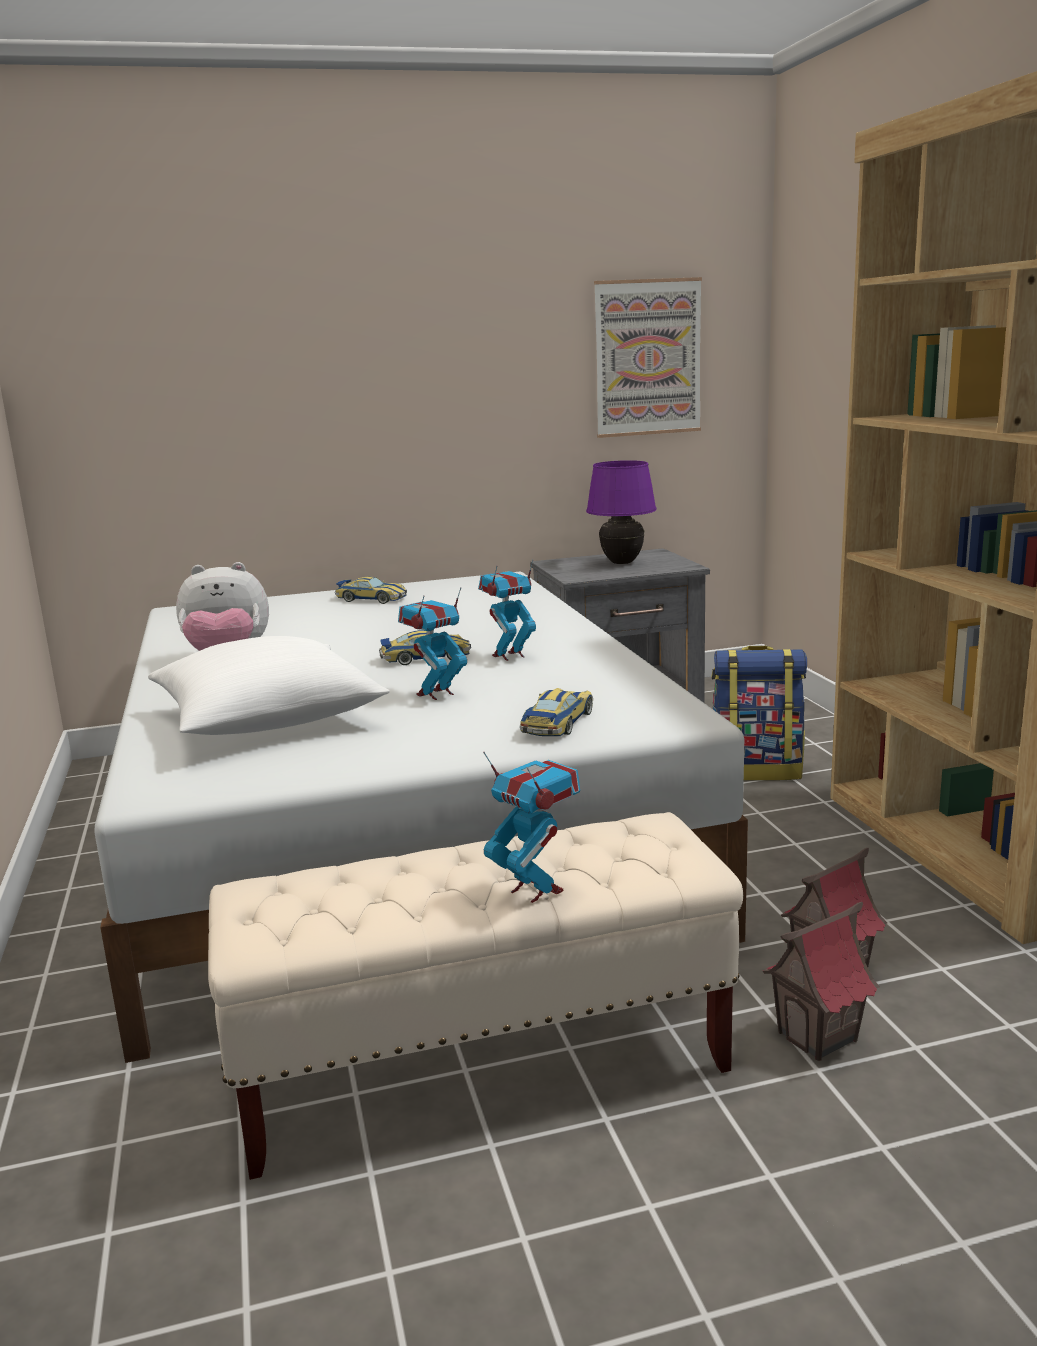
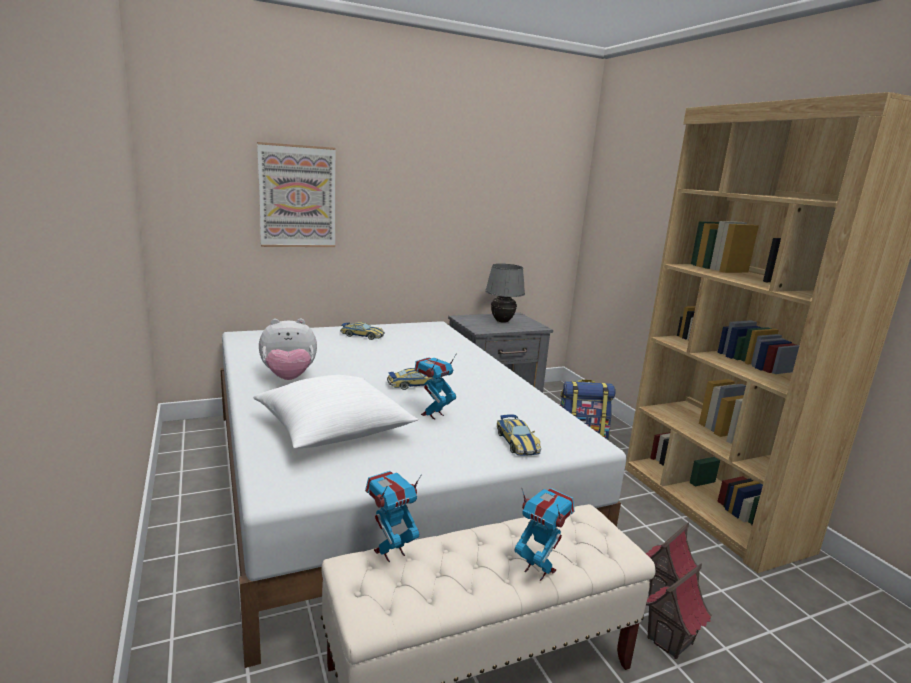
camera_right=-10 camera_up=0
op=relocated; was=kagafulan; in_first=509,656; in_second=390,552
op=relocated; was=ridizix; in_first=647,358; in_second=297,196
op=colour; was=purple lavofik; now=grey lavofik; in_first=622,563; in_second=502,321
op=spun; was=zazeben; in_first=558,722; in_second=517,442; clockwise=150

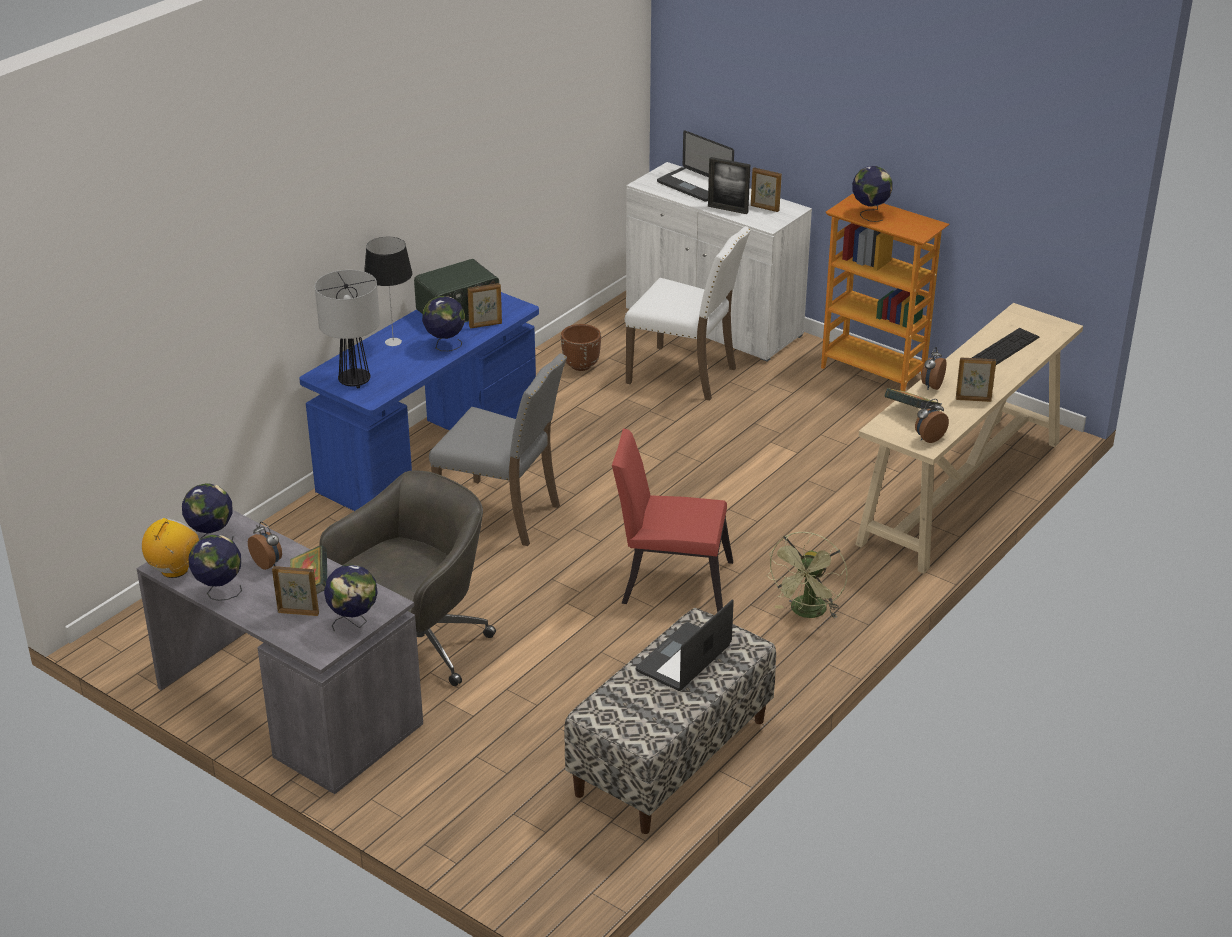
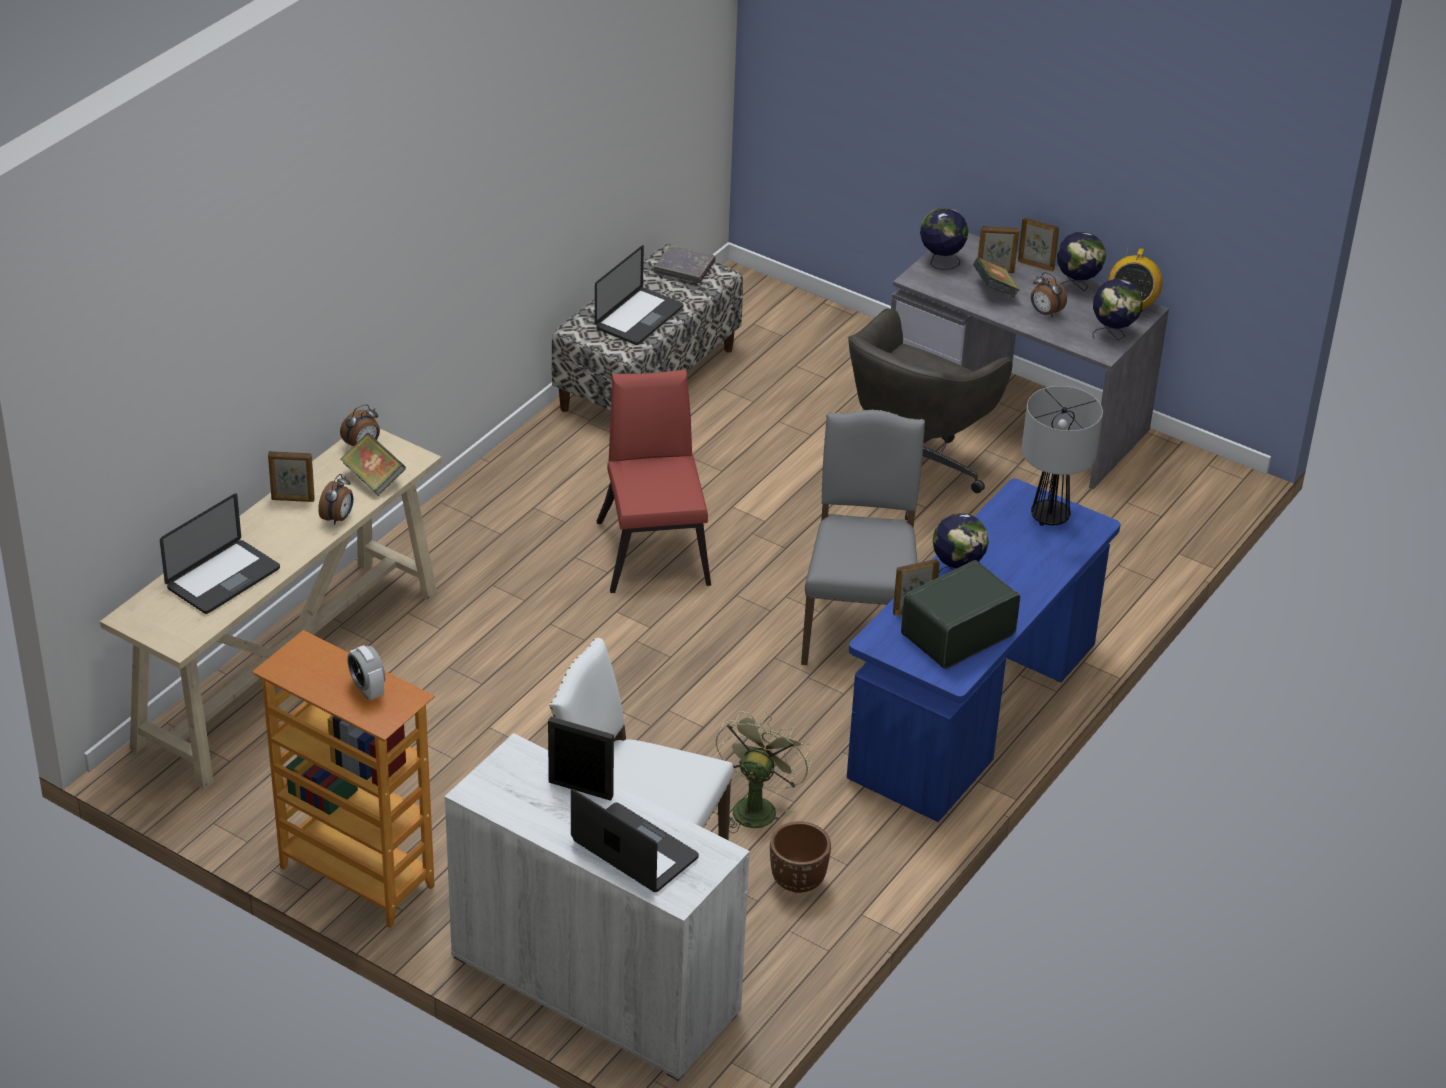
camera_right=175 camera_up=5
op=missing; was=lavofik; in_first=392,342
op=appeared; now=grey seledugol; in_second=684,268
op=relocated; was=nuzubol; in_first=764,208; in_second=1036,265
op=relocated; was=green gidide; in_first=807,613; in_second=756,806
op=exchanged; was=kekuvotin; now=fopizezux; in_first=870,214; in_second=367,689
op=exchanged; was=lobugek; now=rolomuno; in_first=1005,348; in_second=223,578
op=spun; was=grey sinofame; in_first=502,514; in_second=859,627; clockwise=75
op=spun; was=red sinofame; in_first=669,581; in_second=654,547; clockwise=-105

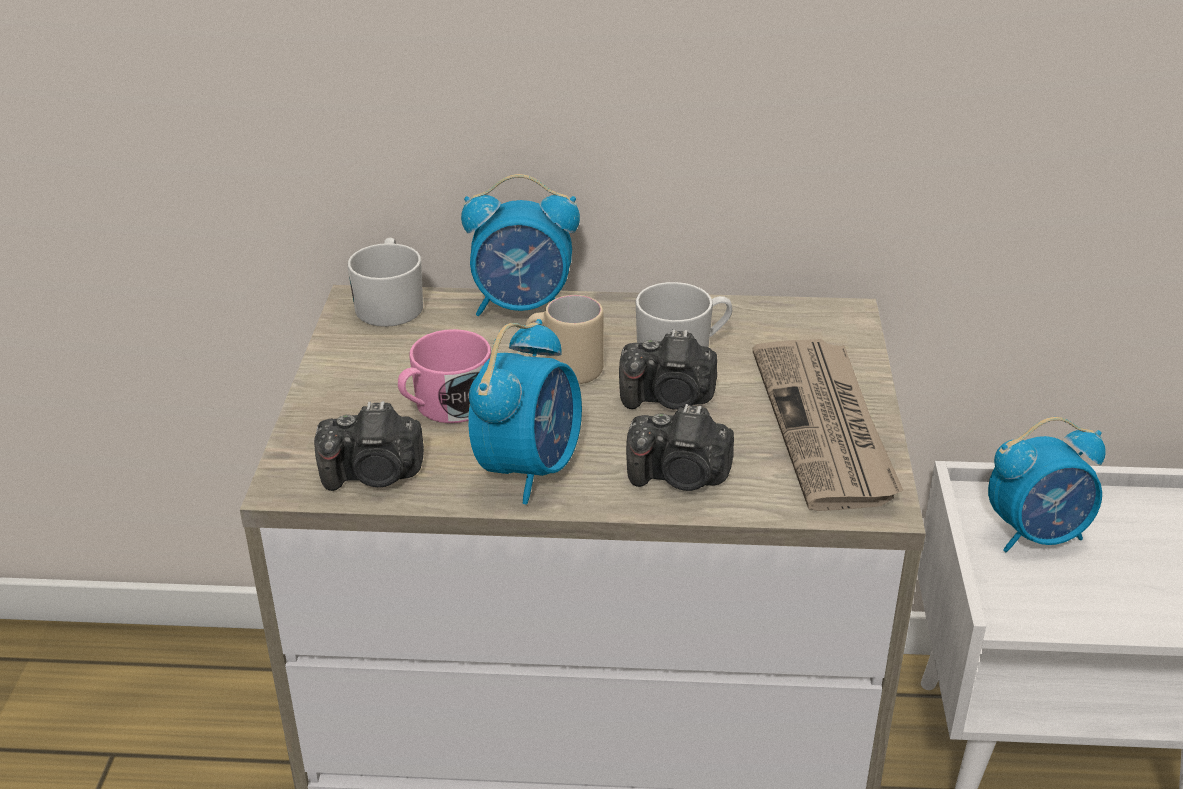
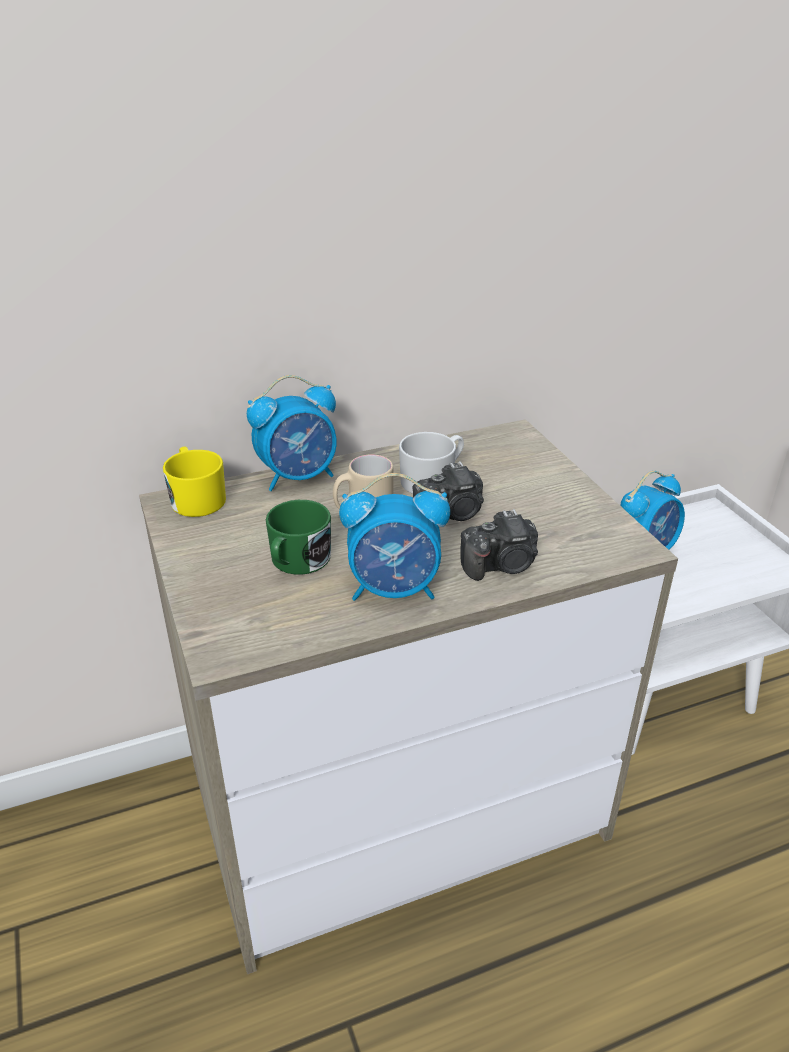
camera_right=-25 camera_up=0
op=missing; was=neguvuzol; in_first=374,475
op=missing; was=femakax; in_first=826,427
op=colour; was=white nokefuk; now=yellow nokefuk; in_first=390,304; in_second=196,498
op=colour; was=pink nokefuk; now=green nokefuk; in_first=445,406; in_second=297,561
op=spun; was=fopizezux; in_first=530,468; in_second=395,589; clockwise=90

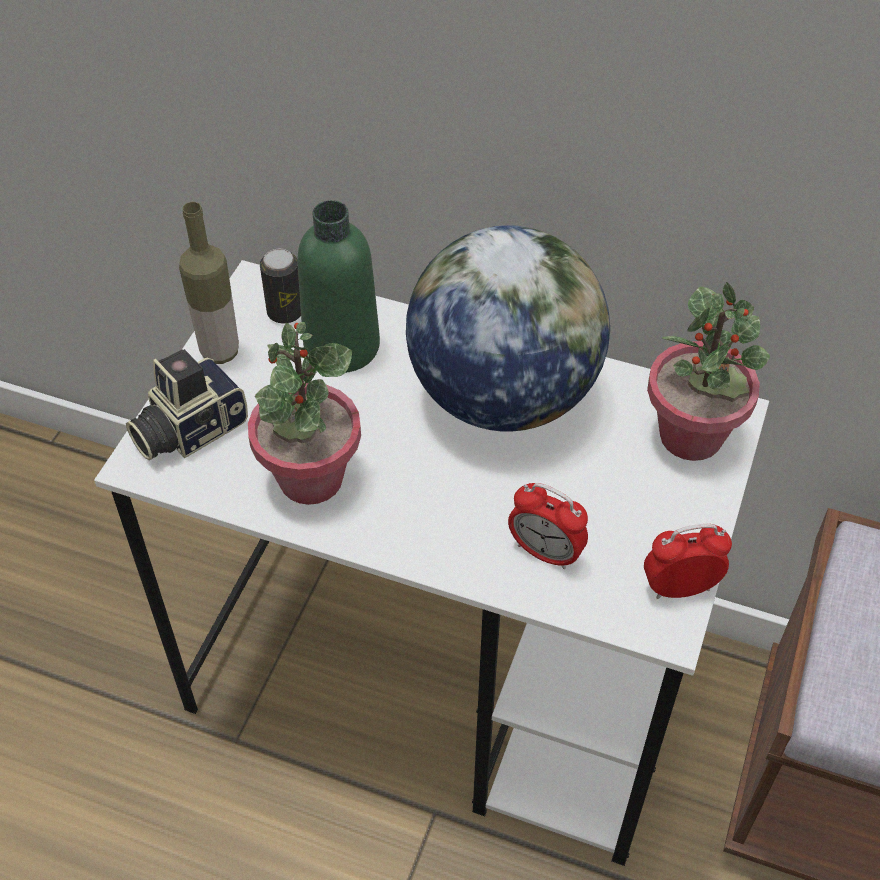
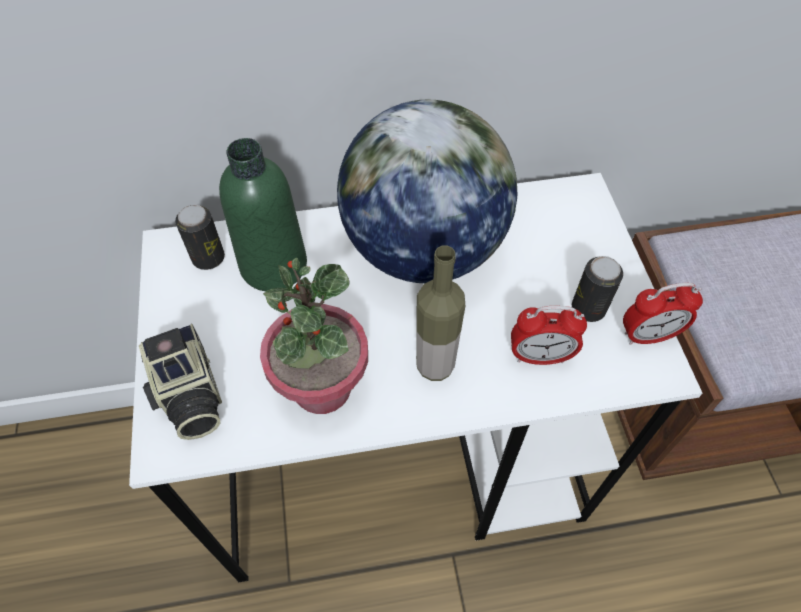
camera_right=-30 camera_up=5
op=missing; was=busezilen; in_first=691,436
op=appeared; now=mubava; in_second=588,309
op=relocated; was=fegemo; in_first=220,351; in_second=435,366
op=spun; was=neguvuzol; in_first=188,429; in_second=188,396; clockwise=-45
op=spun; was=fopizezux; in_first=680,588; in_second=648,336; clockwise=-150

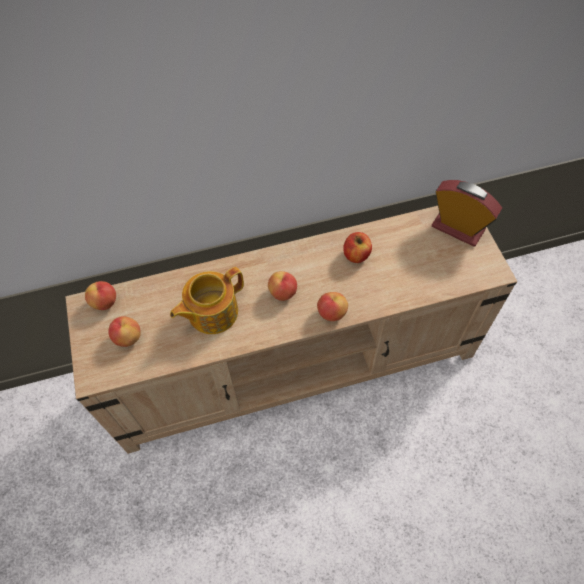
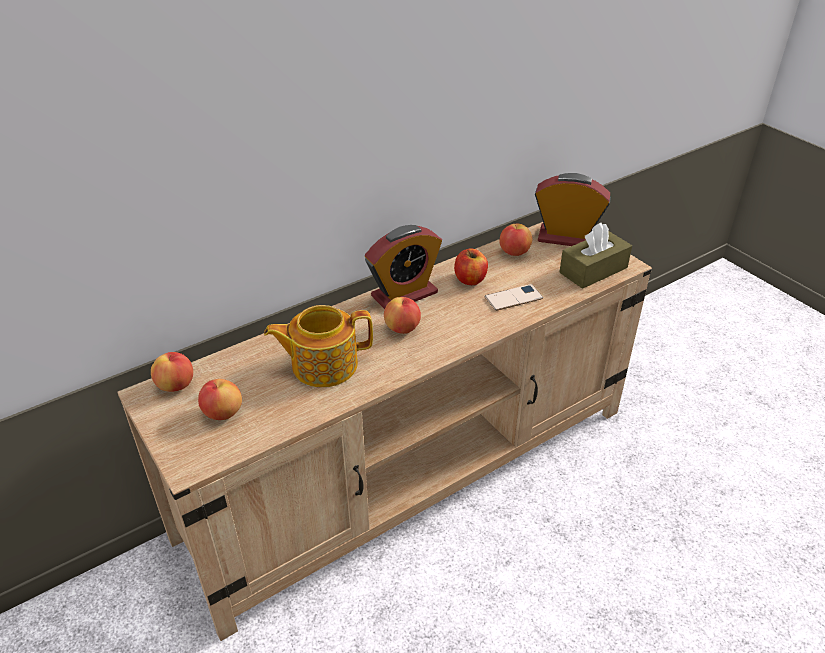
camera_right=-20 camera_up=-20
op=appeared; now=fopizezux; in_second=404,294
op=appeared; now=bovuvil; in_second=513,298
op=appeared; now=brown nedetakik; in_second=593,270
op=relocated; was=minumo; in_first=331,313; in_second=514,252
op=spun; was=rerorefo; in_first=211,312; in_second=323,364; clockwise=45

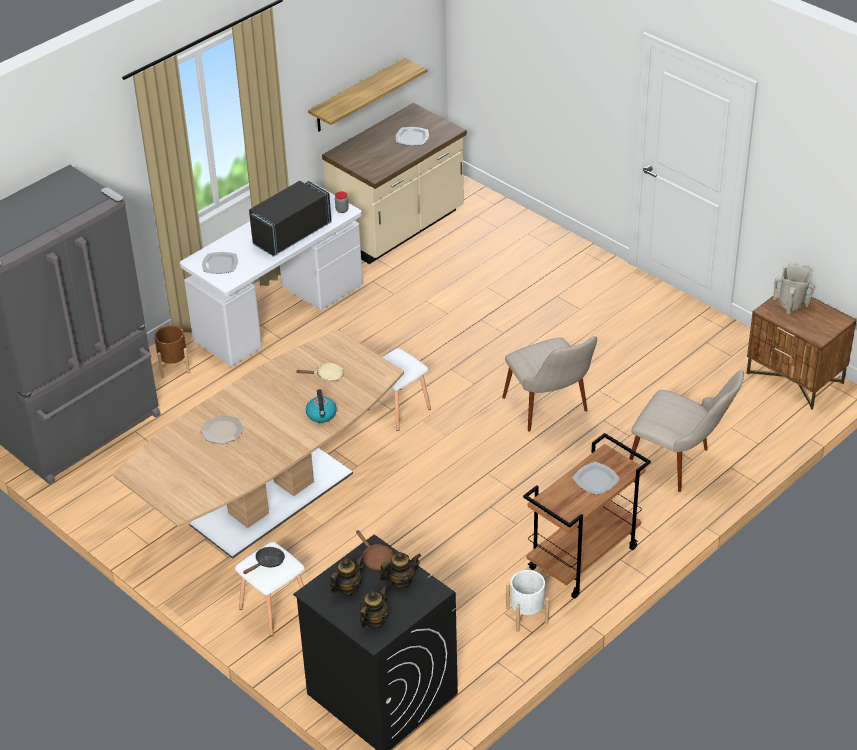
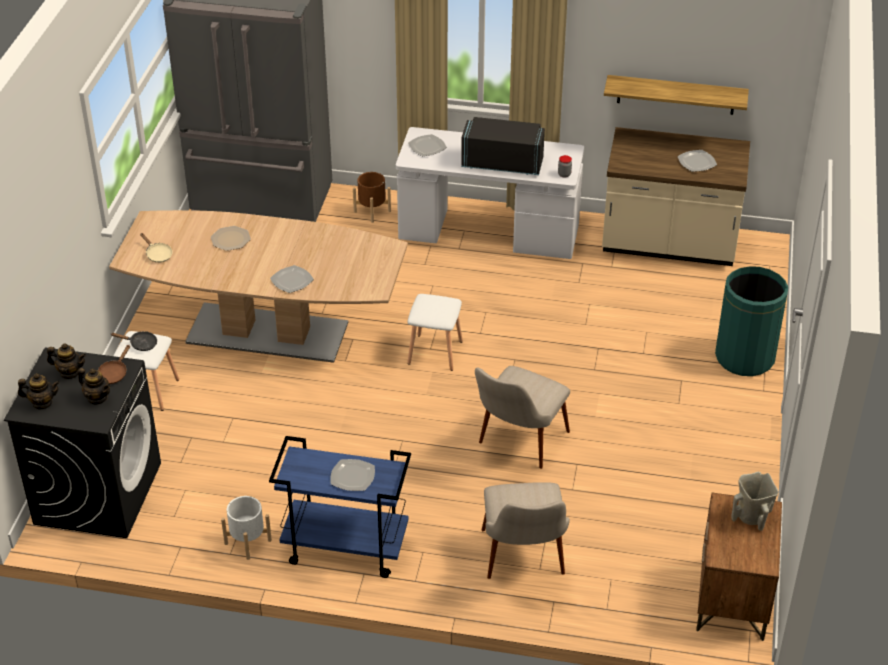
camera_right=55 camera_up=0
op=appeared; now=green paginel; in_second=745,357
op=relocated; was=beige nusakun; in_first=326,376; in_second=157,254
op=exchanged; was=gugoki; now=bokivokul; in_first=321,415; in_second=292,280
op=colour; was=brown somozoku; now=blue somozoku; in_first=583,559; in_second=344,549

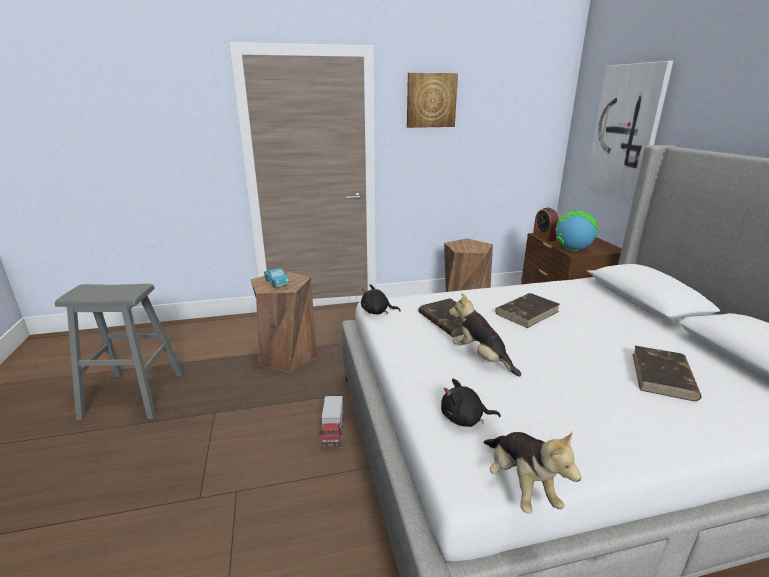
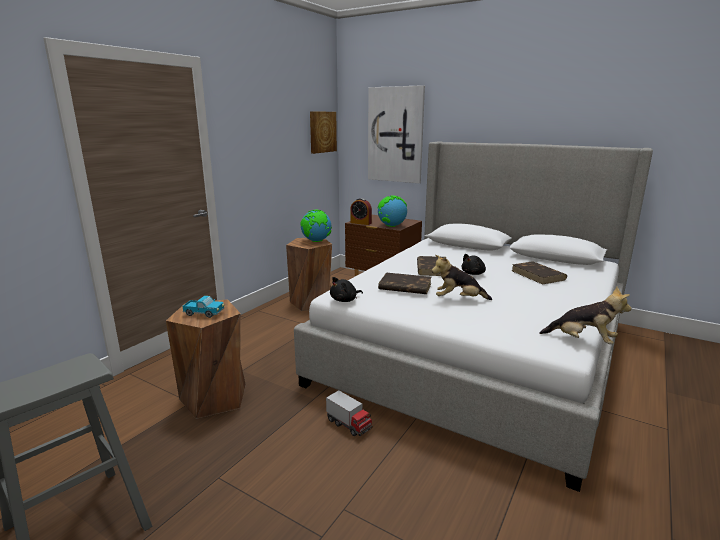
camera_right=-45 camera_up=-5
op=appeared; now=kekuvotin; in_second=316,241
op=relocated; was=ridizix; in_first=431,100; in_second=322,132
op=relocated; was=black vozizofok; in_first=464,419; in_second=474,273

